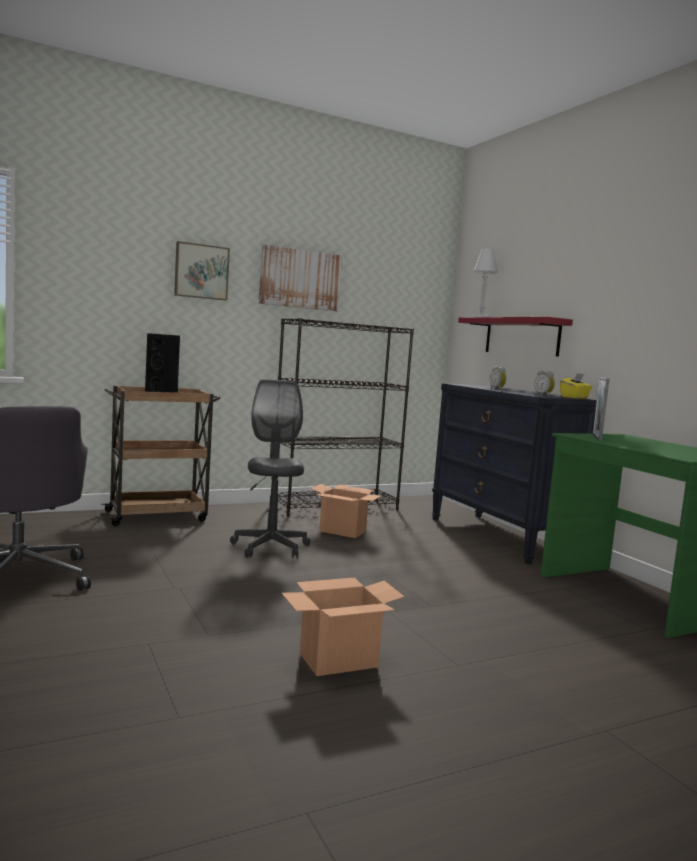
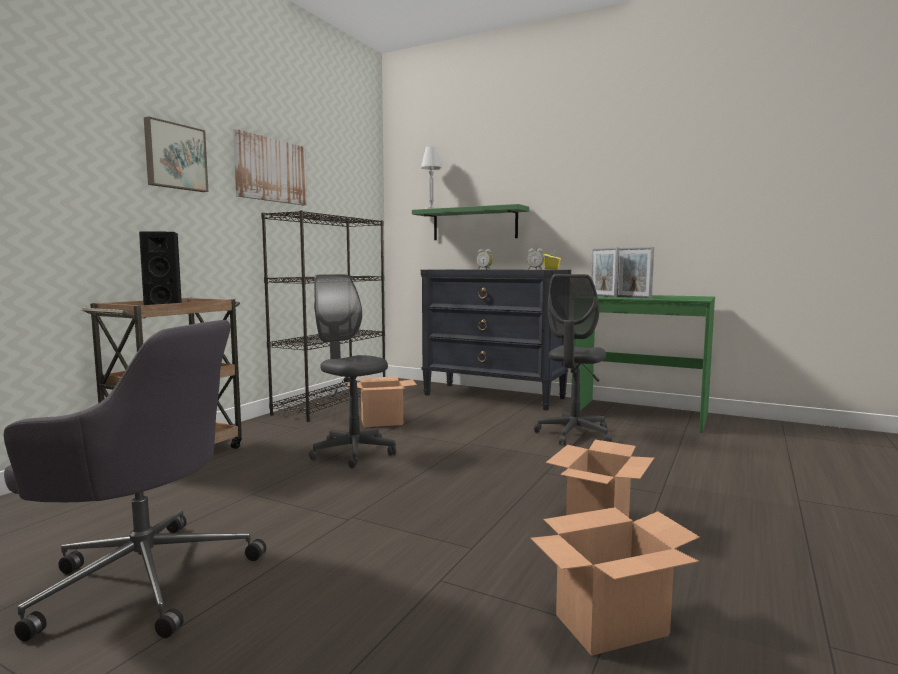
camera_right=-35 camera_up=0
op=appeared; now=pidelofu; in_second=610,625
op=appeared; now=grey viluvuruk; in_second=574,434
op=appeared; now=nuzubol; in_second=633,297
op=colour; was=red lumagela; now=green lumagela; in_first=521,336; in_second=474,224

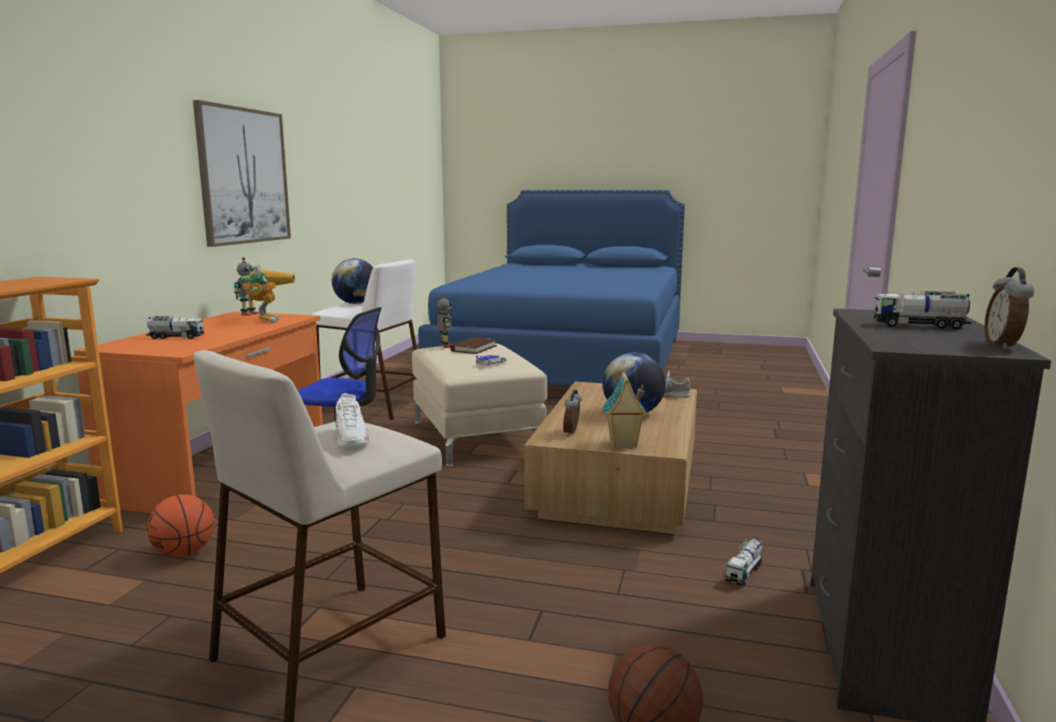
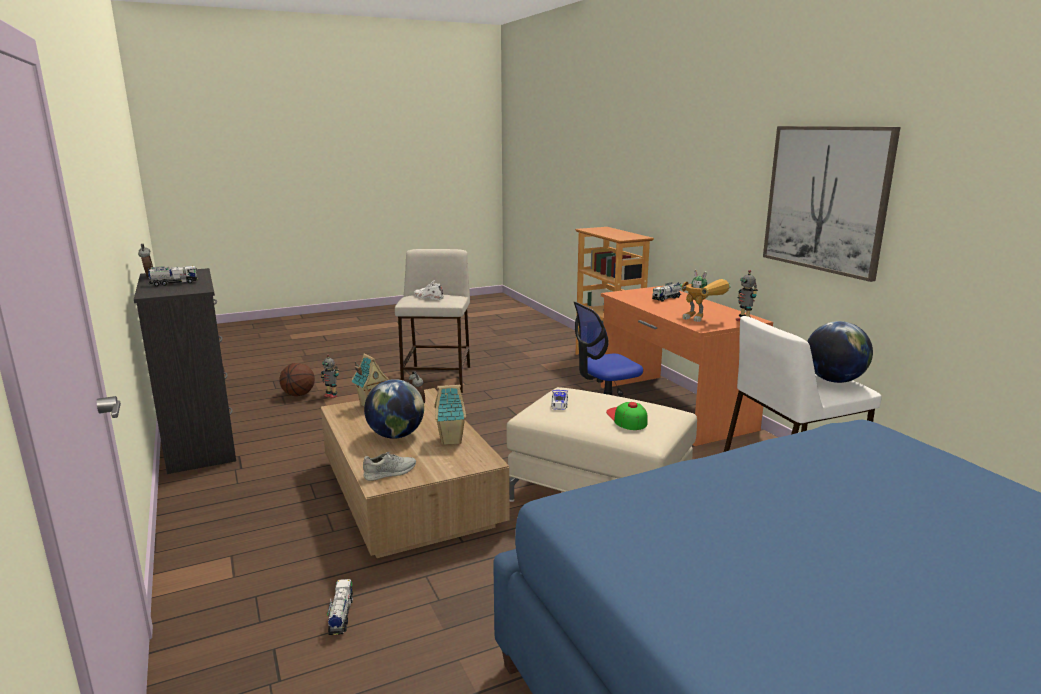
camera_right=140 camera_up=5
op=missing; was=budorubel; in_first=184,553
op=appeared; now=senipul; in_second=451,440
op=relocated; was=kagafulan; in_first=445,346; in_second=331,396
op=relocated; was=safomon; in_first=744,573; in_second=341,616
op=exchanged; was=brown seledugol; now=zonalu; in_first=474,348; in_second=626,418

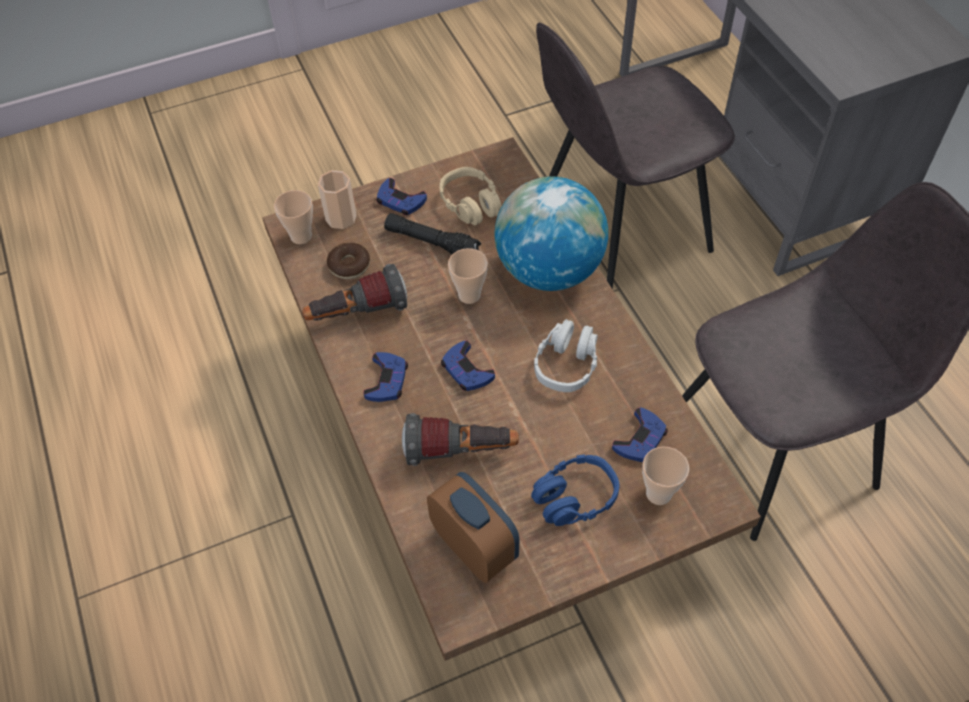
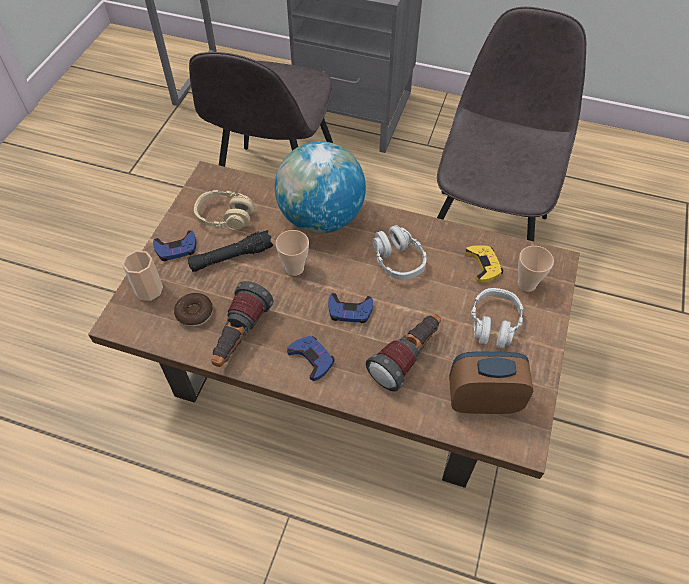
camera_right=-50 camera_up=0
op=missing; was=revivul; in_first=301,236
op=colour; was=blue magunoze; now=grey magunoze; in_first=575,497; in_second=494,324
op=colour; was=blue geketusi; now=yellow geketusi; in_first=640,439; in_second=483,265

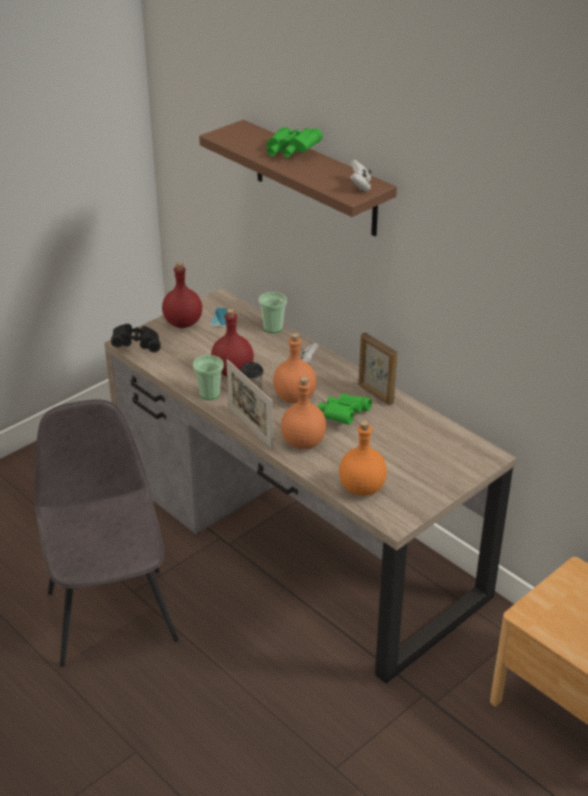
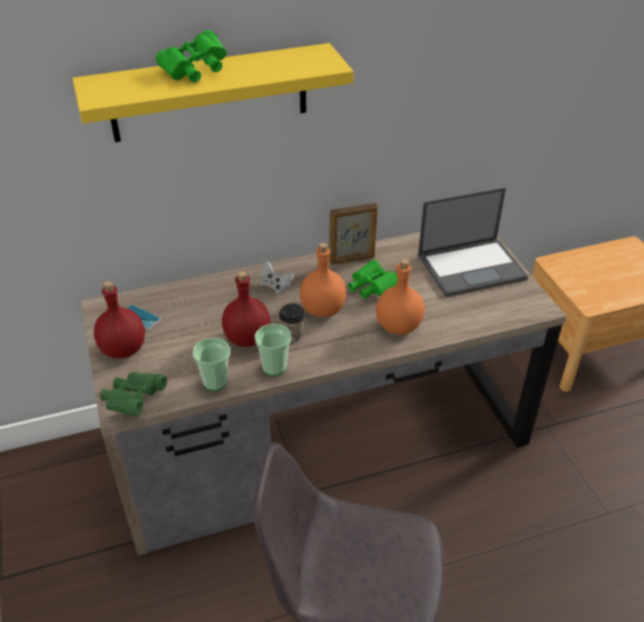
camera_right=-65 camera_up=5
op=missing; was=nuzubol; in_first=250,427
op=missing; was=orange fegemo; in_first=361,488
op=missing; was=white geketusi; in_first=360,186
op=appeared; now=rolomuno; in_second=472,266
op=relocated; was=revivul; in_first=273,328; in_second=215,382
op=colour; was=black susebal; now=green susebal; in_first=137,345; in_second=134,400
op=colour; was=brown lumagela; now=yellow lumagela; in_first=315,179; in_second=209,93

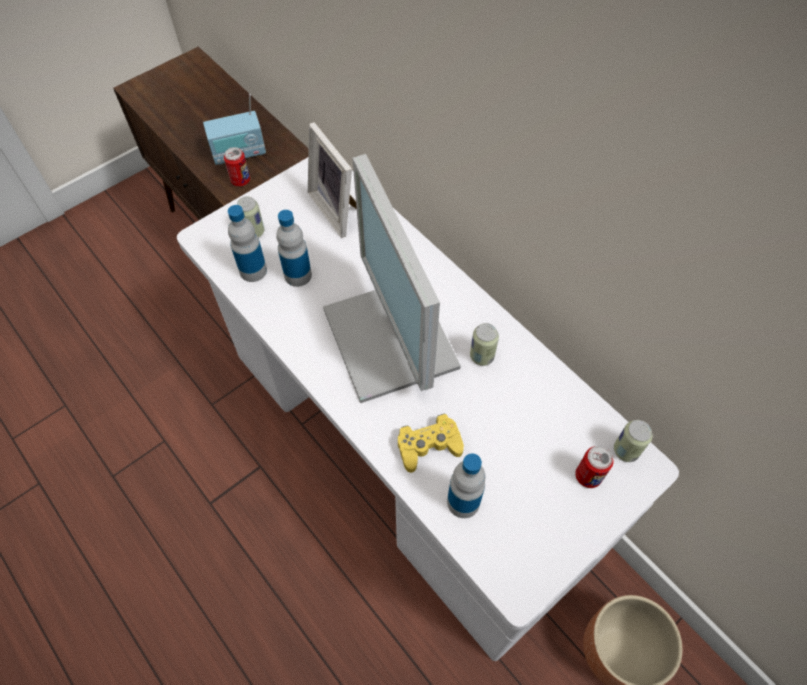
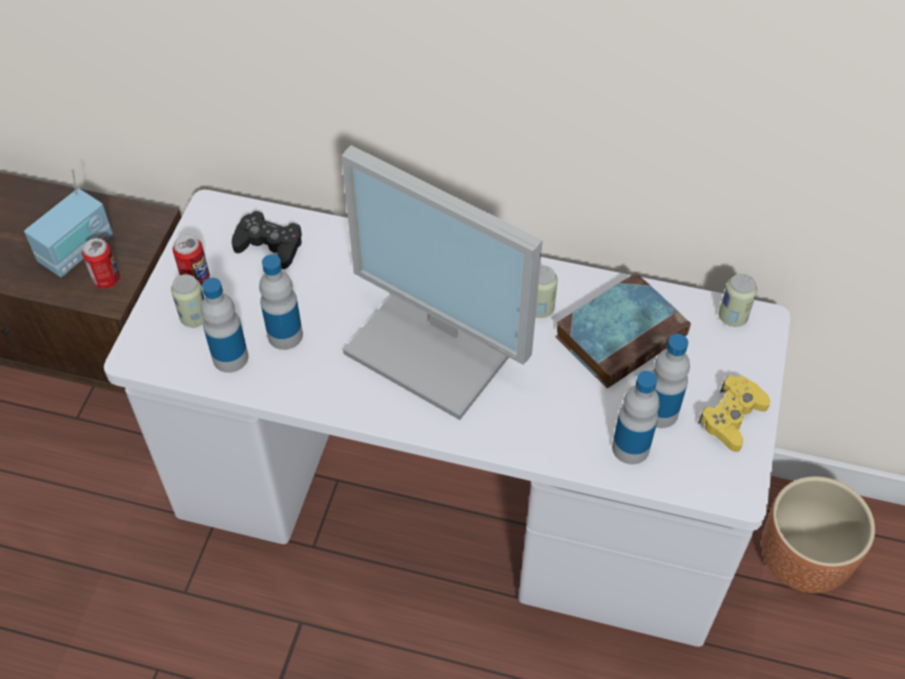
camera_right=-35 camera_up=-5
op=appeared; now=seledugol; in_second=622,334
op=appeared; now=fegemo; in_second=659,412
op=relocated; was=yellow geketusi; in_first=428,446; in_second=732,417
op=relocated; was=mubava; in_first=588,476; in_second=195,278
op=exchanged; was=nuzubol; now=black geketusi; in_first=338,209; in_second=269,245

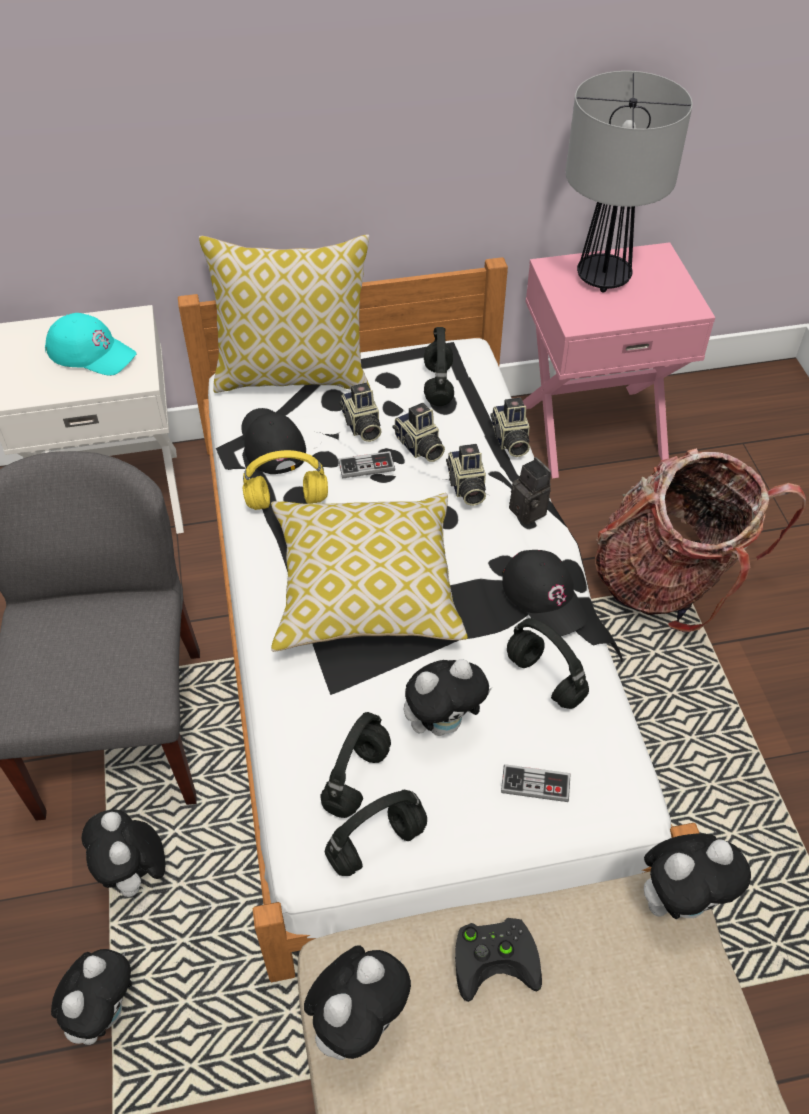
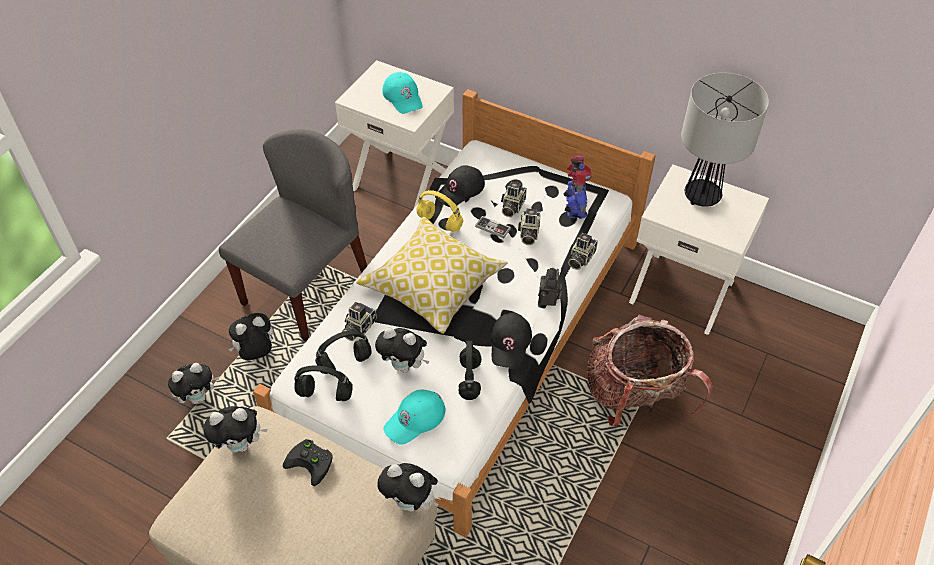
camera_right=40 camera_up=0
op=missing; was=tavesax; in_first=294,375
op=relocated; was=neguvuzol; in_first=466,487; in_second=358,328
op=exchanged; was=black magunoze; now=kagafulan; in_first=437,384; in_second=574,208
op=exchanged; was=geketusi; now=turquoise zonalu; in_first=535,784; in_second=415,419
op=colour; was=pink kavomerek; now=white kavomerek; in_first=593,429; in_second=682,290
op=spun; was=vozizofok; in_first=135,876; in_second=256,353; clockwise=45
op=spun; was=black zonalu; in_first=271,444; in_second=460,190; clockwise=-150

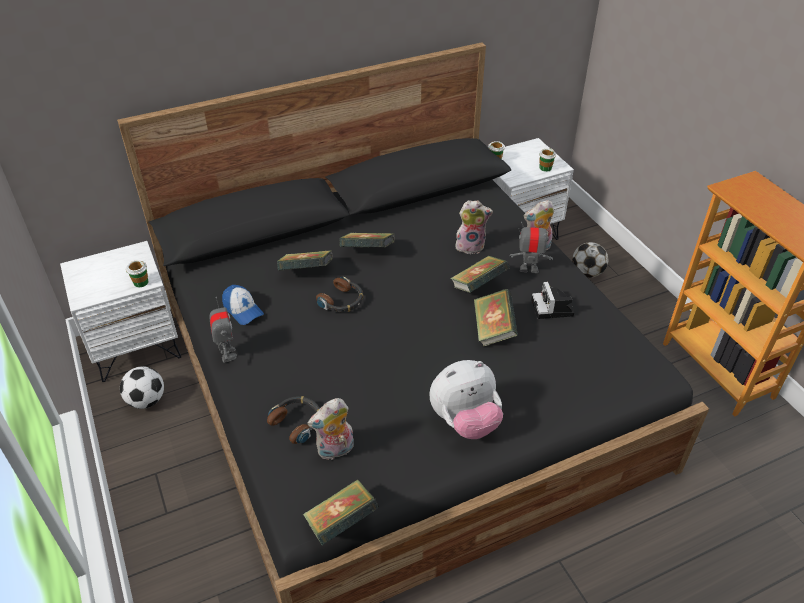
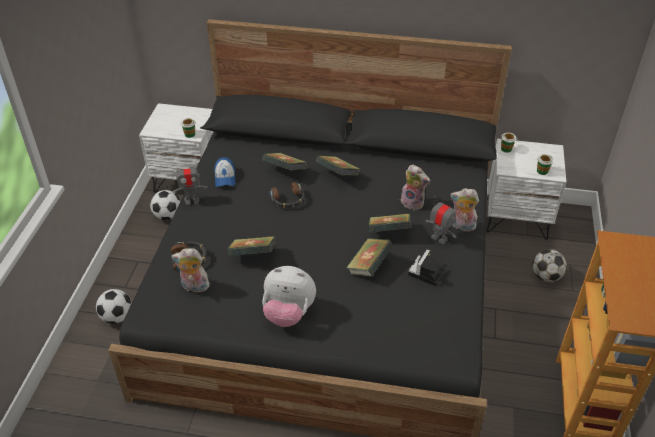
camera_right=35 camera_up=0
op=appeared; now=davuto; in_second=117,317
op=relocated; was=seledugol; in_first=341,523; in_second=253,256
op=spun; was=kagafulan; in_first=227,354; in_second=192,200; clockwise=60

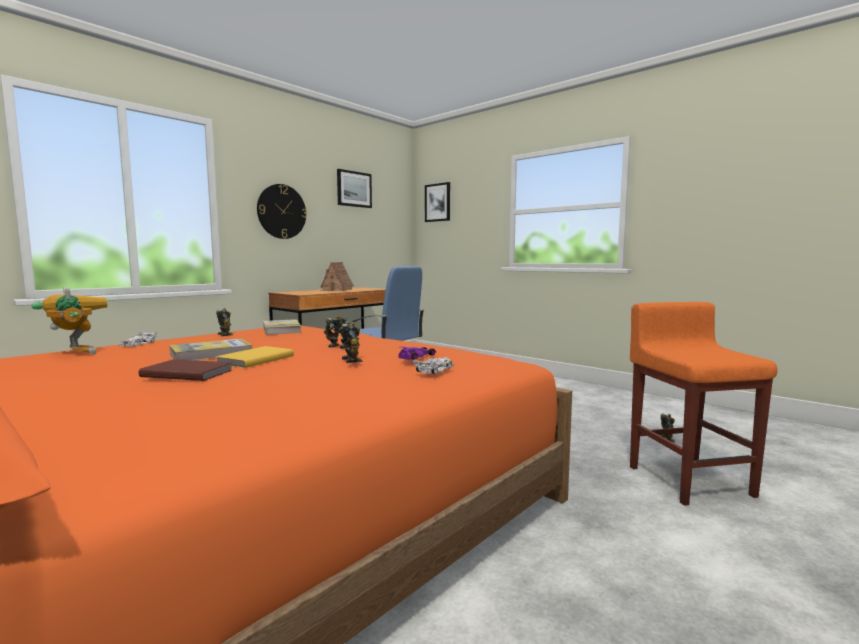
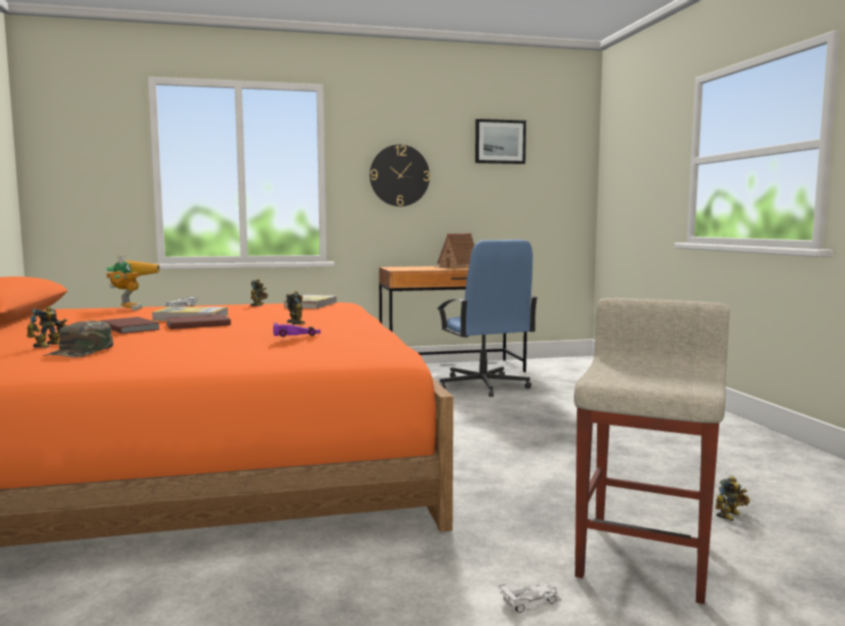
camera_right=35 camera_up=0
op=missing; was=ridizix; in_first=438,202
op=appeared; now=green zonalu; in_second=80,351
op=relocated; was=kagafulan; in_first=354,360; in_second=50,345
op=relocated; was=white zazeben; in_first=435,370; in_second=530,602
op=colour; was=yellow seledugol; now=brown seledugol; in_first=254,360; in_second=197,324
op=colour; was=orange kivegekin; now=beige kivegekin; in_first=688,480; in_second=645,559

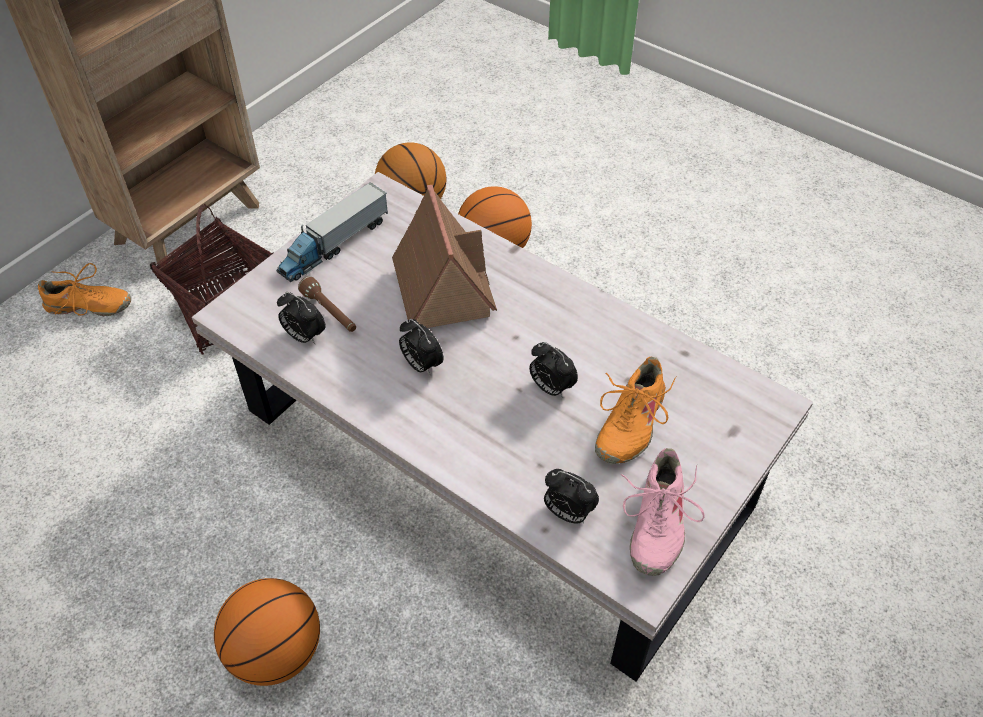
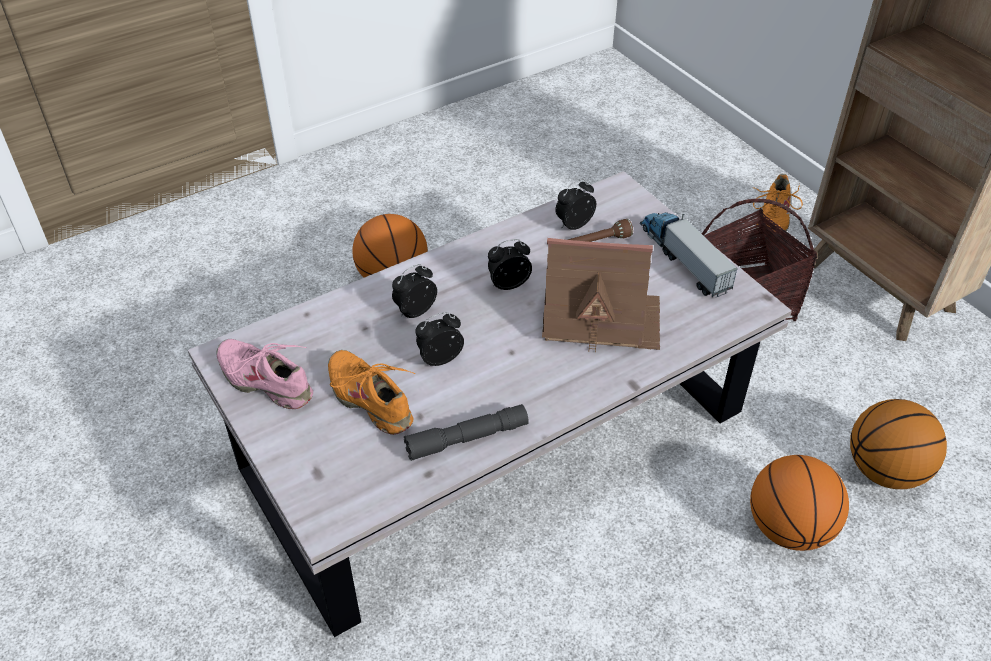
camera_right=110 camera_up=-5
op=appeared; now=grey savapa; in_second=467,438
op=relocated; was=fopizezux; in_first=567,513; in_second=415,310

